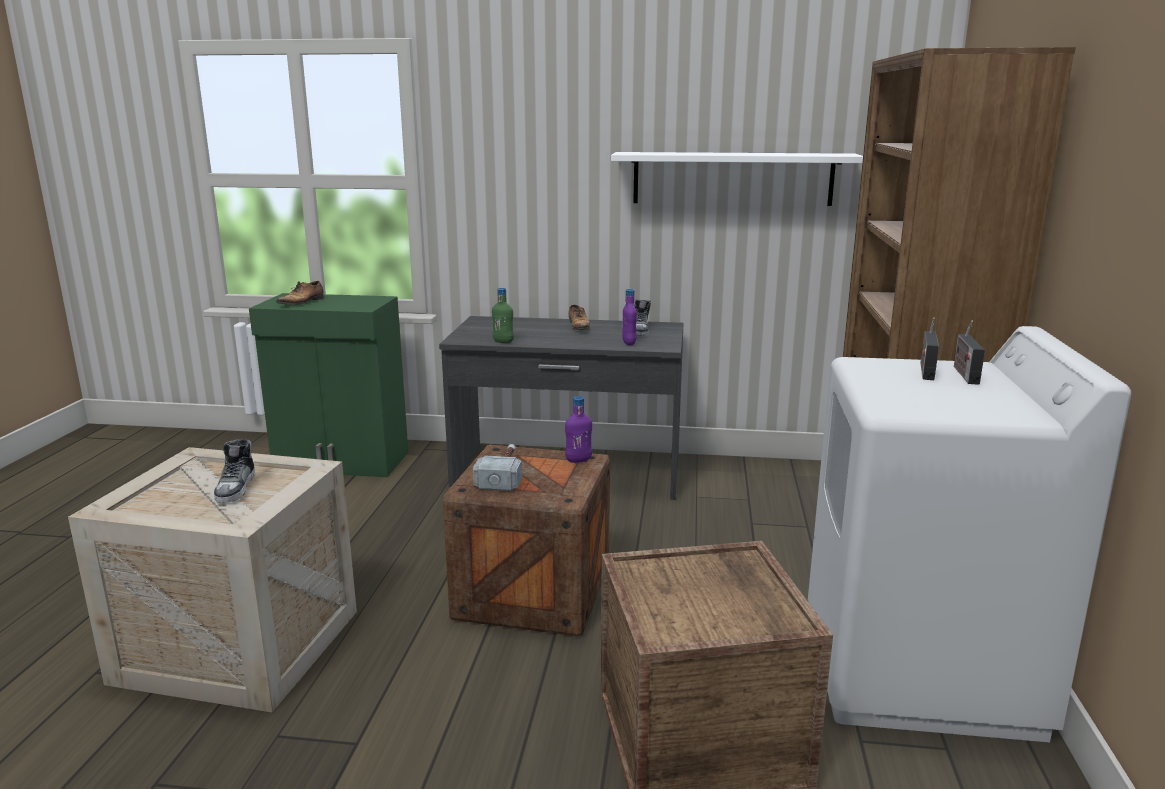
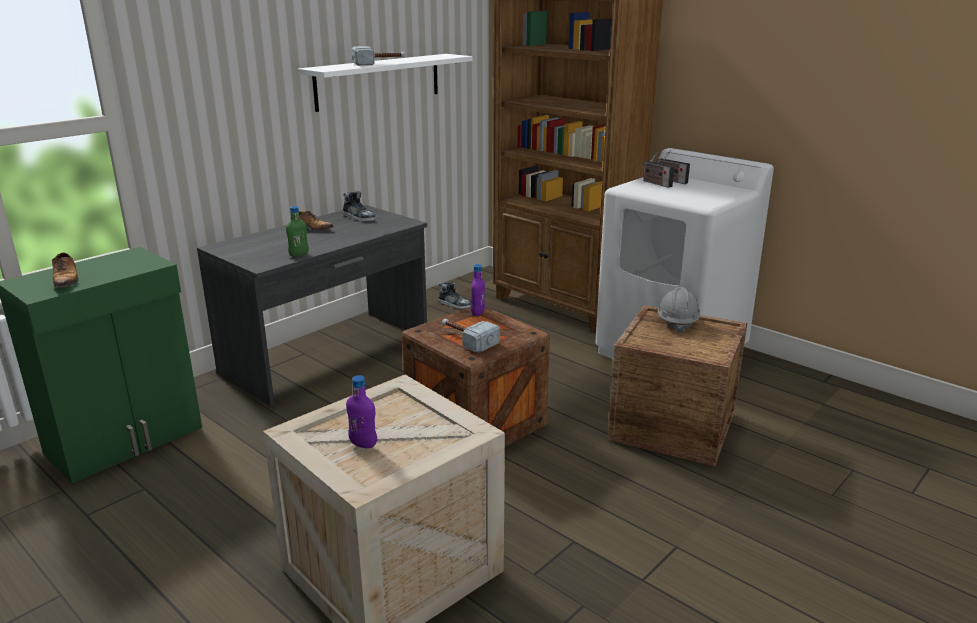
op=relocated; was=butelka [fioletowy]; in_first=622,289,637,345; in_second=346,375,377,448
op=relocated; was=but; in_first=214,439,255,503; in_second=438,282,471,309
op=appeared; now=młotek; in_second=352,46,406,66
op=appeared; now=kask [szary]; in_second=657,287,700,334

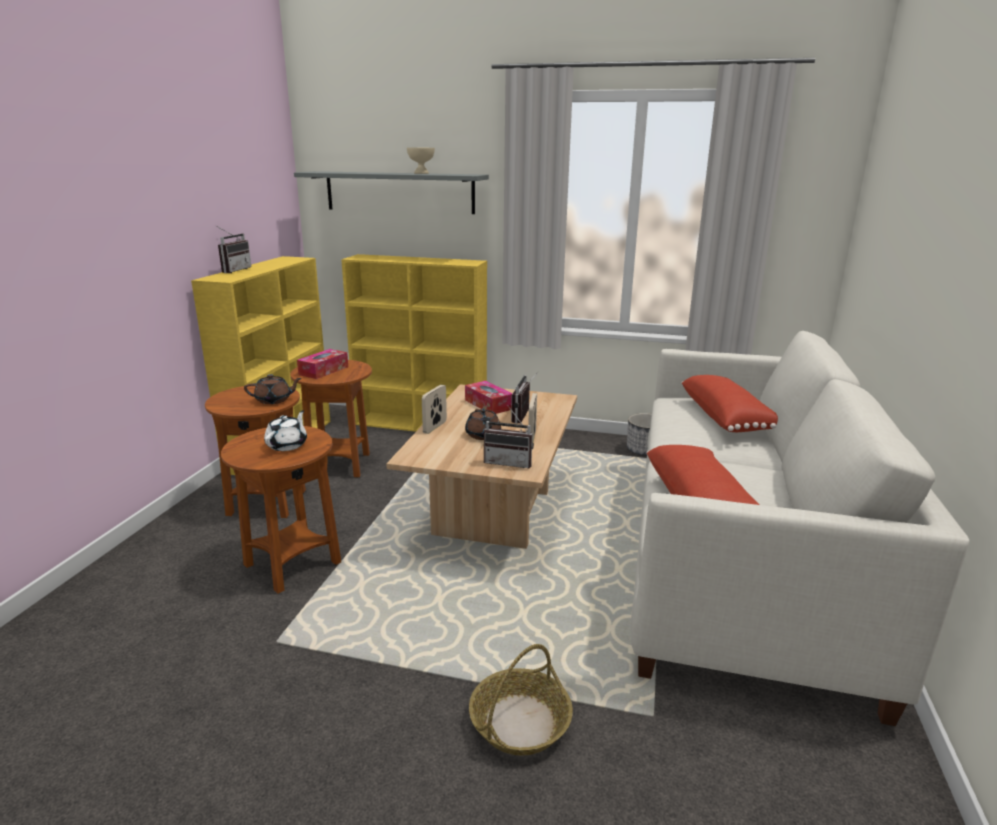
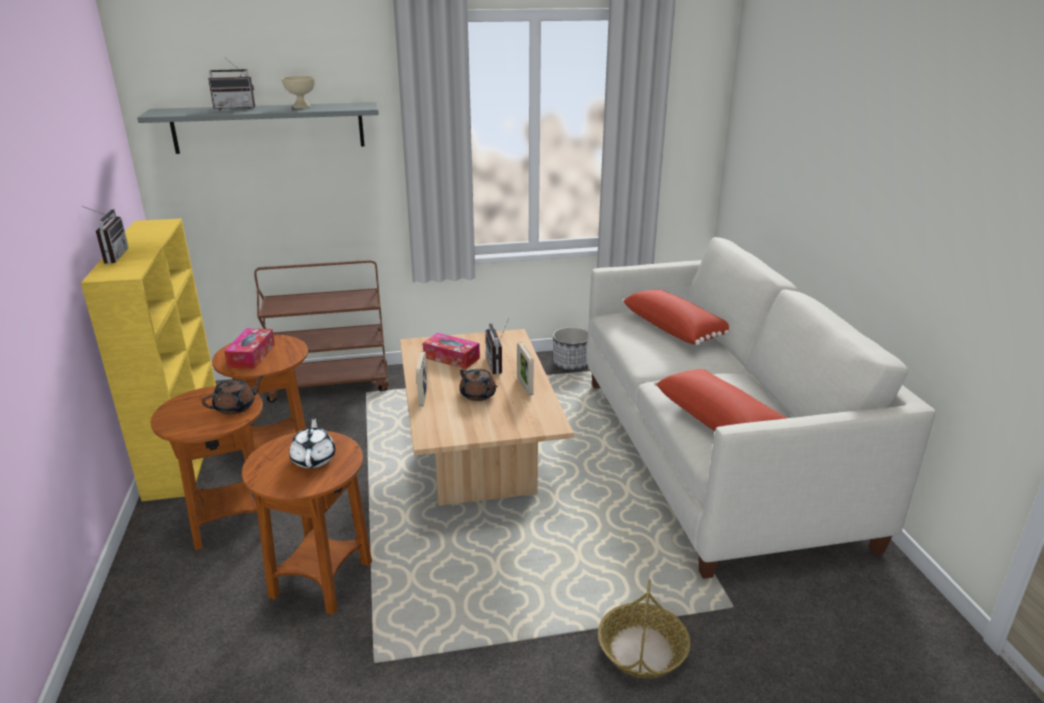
op=exchanged; was=regał [żółty]; now=wózek [brązowy]; in_first=341,254,487,432; in_second=254,260,389,402
op=relocated; was=radio; in_first=484,405,534,468; in_second=208,57,255,110

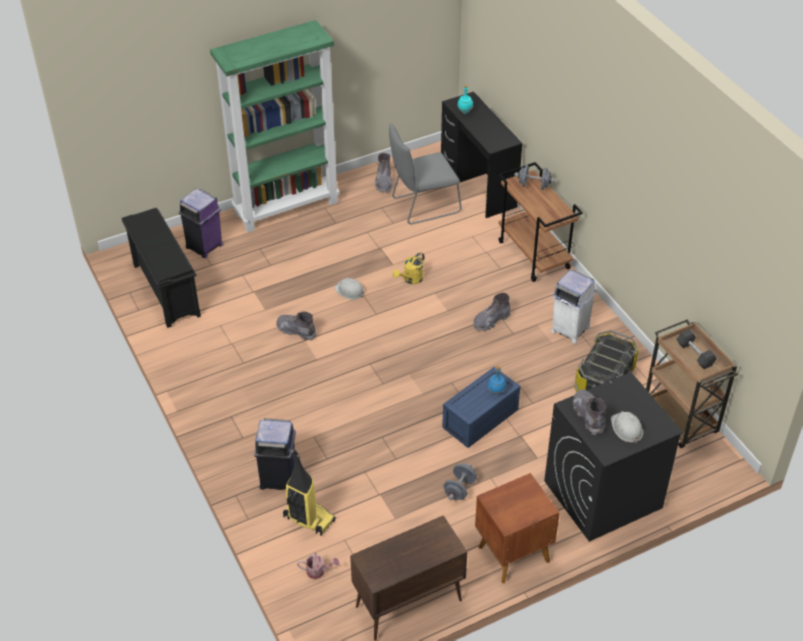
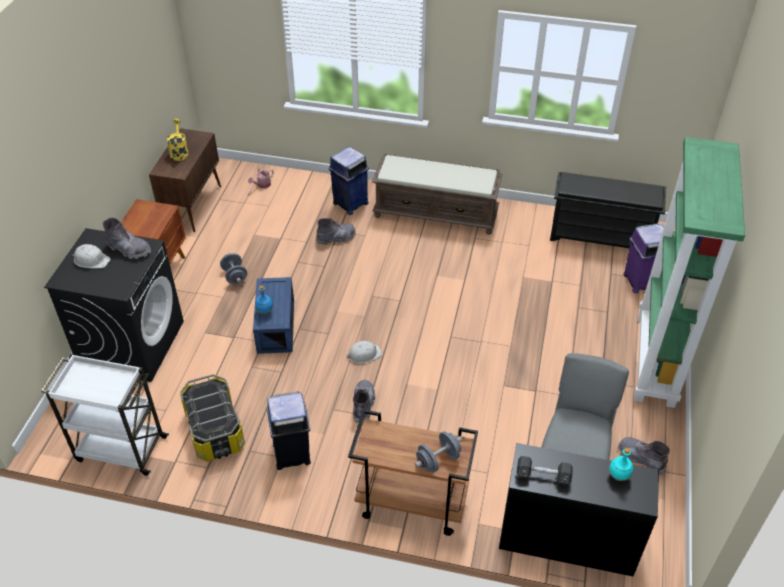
op=relocated; was=konewka [żółty]; in_first=392,252,424,284; in_second=167,119,189,161
op=colour; was=kosz na śmieci [biały]; now=kosz na śmieci [niebieski]; in_first=551,270,596,344; in_second=267,391,311,470
op=relocated; was=kask [biały]; in_first=334,278,365,300; in_second=347,341,382,364
op=relocated; was=but z cholewką [szary]; in_first=276,311,316,341; in_second=316,218,356,245
op=colour; was=wózek [brązowy]; now=wózek [biały]; in_first=646,319,738,448; in_second=41,354,169,476
op=relocated; was=hantel [czarny]; in_first=677,329,717,369; in_second=517,456,573,485
op=missing; was=odkurzacz; in_first=283,448,336,536
op=appeared; now=ławka [brązowy]; in_second=372,153,502,235

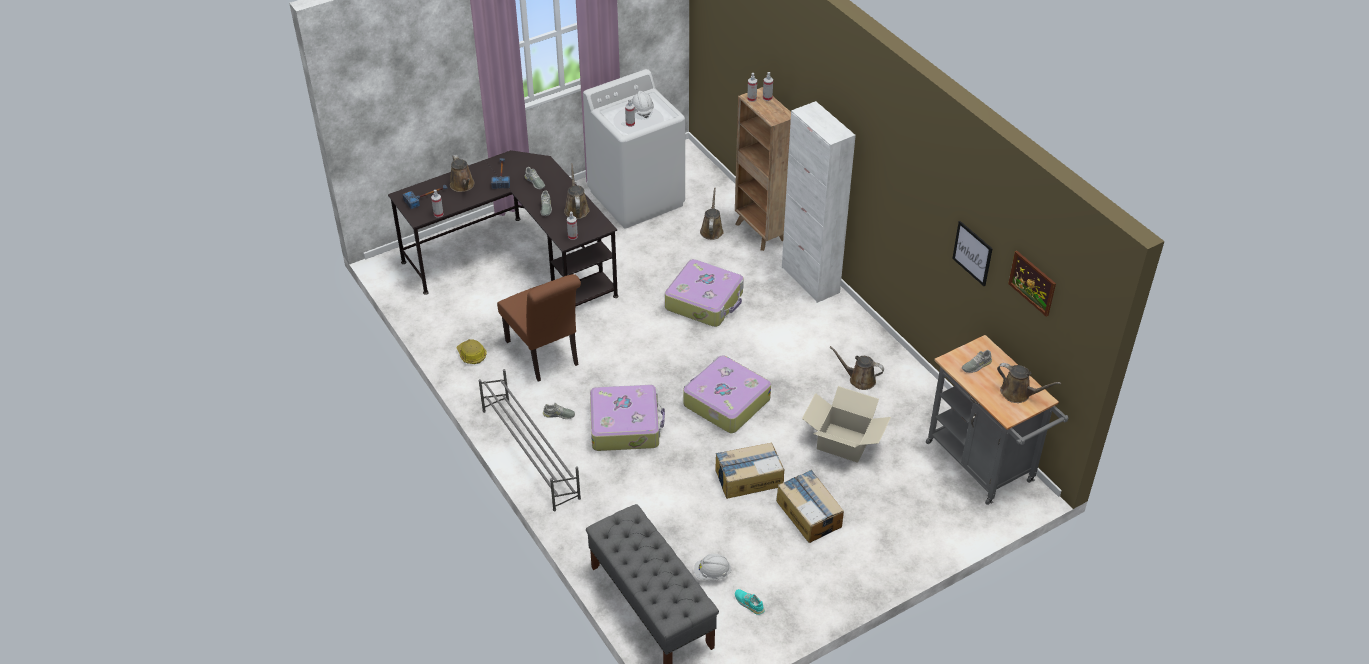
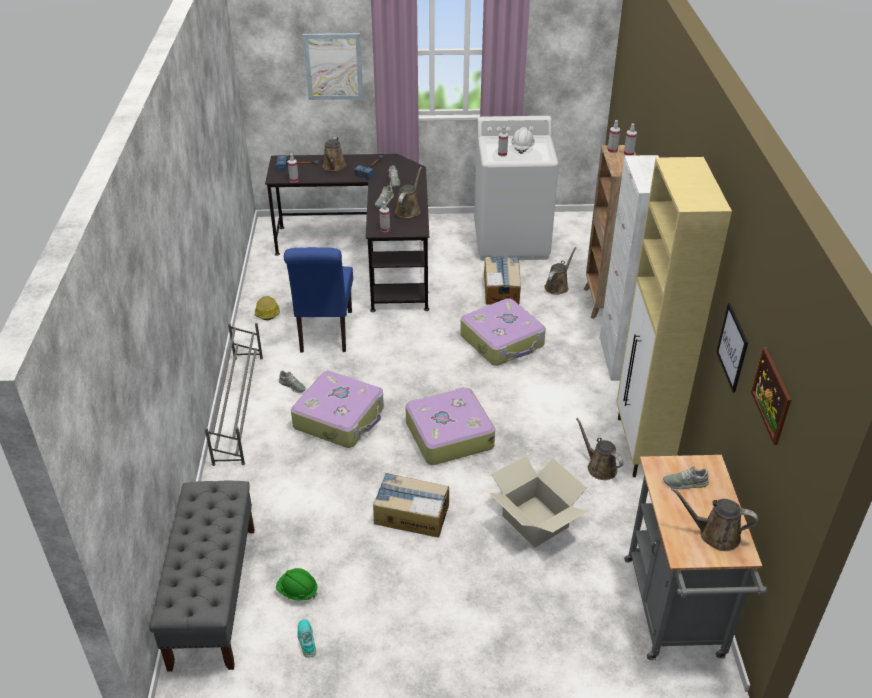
op=colour; was=krzesło [brązowy]; now=krzesło [niebieski]; in_first=497,274,581,382; in_second=284,247,353,353
op=spun; was=konewka [brązowy]; in_first=997,363,1061,403; in_second=671,488,758,551; clockwise=135
op=relocated; was=karton; in_first=776,470,844,543; in_second=484,256,521,304
op=colour; was=kask [biały]; now=kask [zielony]; in_first=694,554,731,581; in_second=276,568,318,601
op=appeared; now=obraz; in_second=303,33,363,100
op=appeared; now=szafka [beżowy]; in_second=616,157,732,477

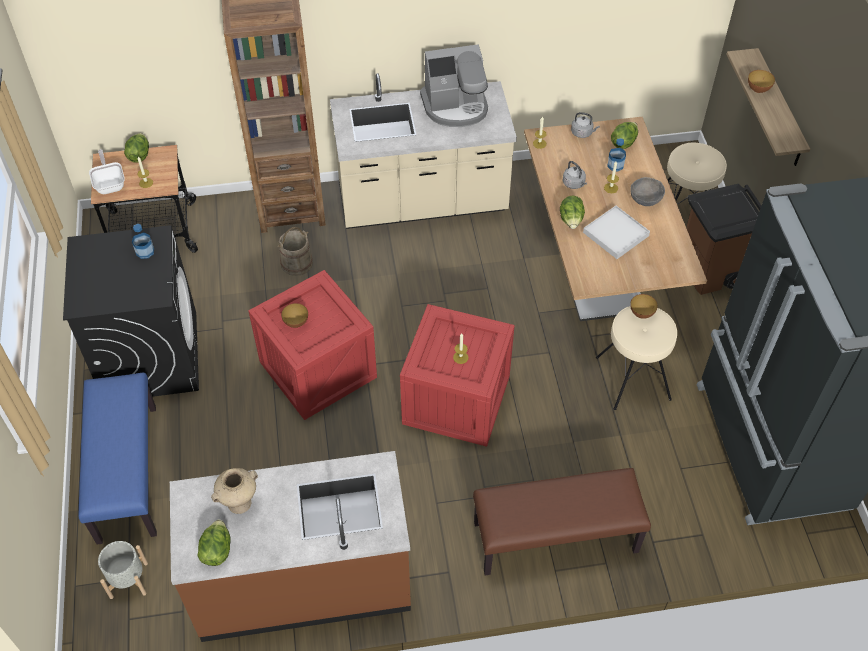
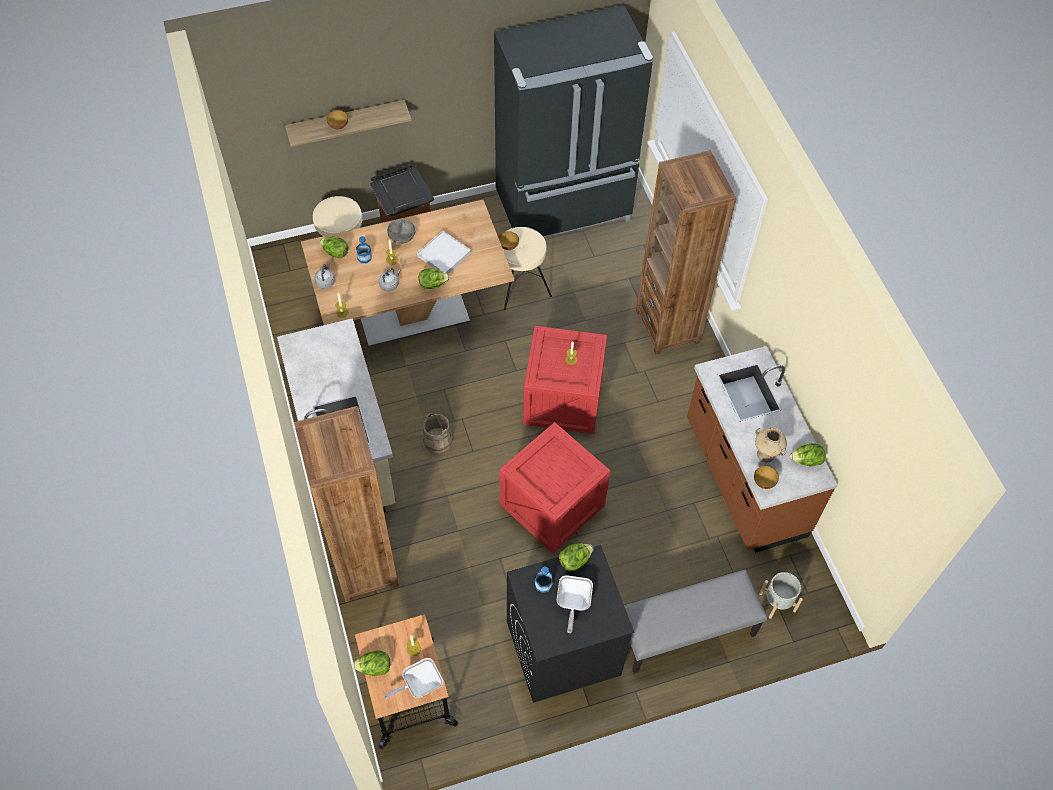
op=missing; was=ekspres do kawy; in_first=420,44,488,127
op=relocated; was=wiadro [beżowy]; in_first=278,227,313,276; in_second=423,413,452,453
op=relocated; was=miska; in_first=281,303,308,328; in_second=754,466,779,489
op=colour; was=ławka [niebieski]; now=ławka [szary]; in_first=78,373,157,545; in_second=624,570,767,673
op=exchanged; was=ławka [brązowy]; now=regał [brązowy]; in_first=473,468,651,575; in_second=636,150,736,355
op=appeared; now=sałata; in_second=559,543,594,571
op=appeared; now=patelnia; in_second=557,575,593,633

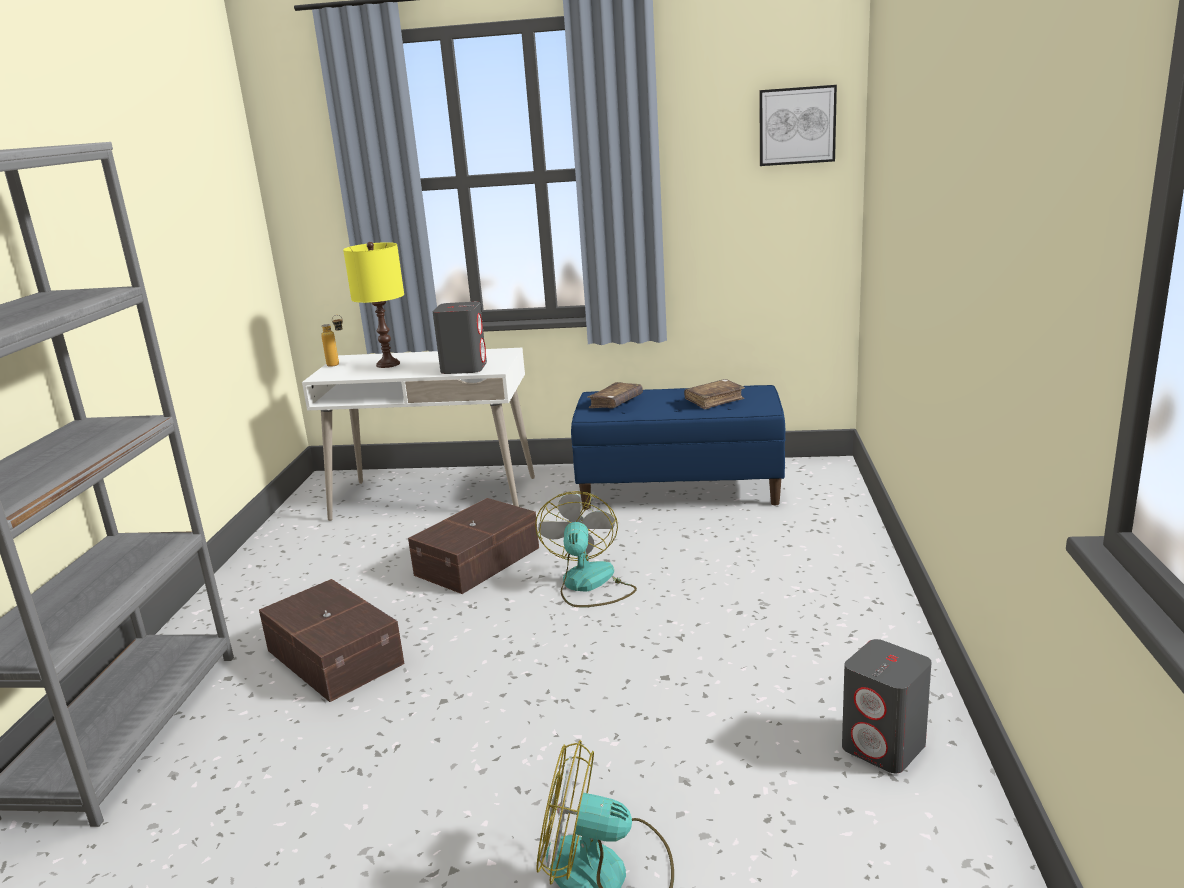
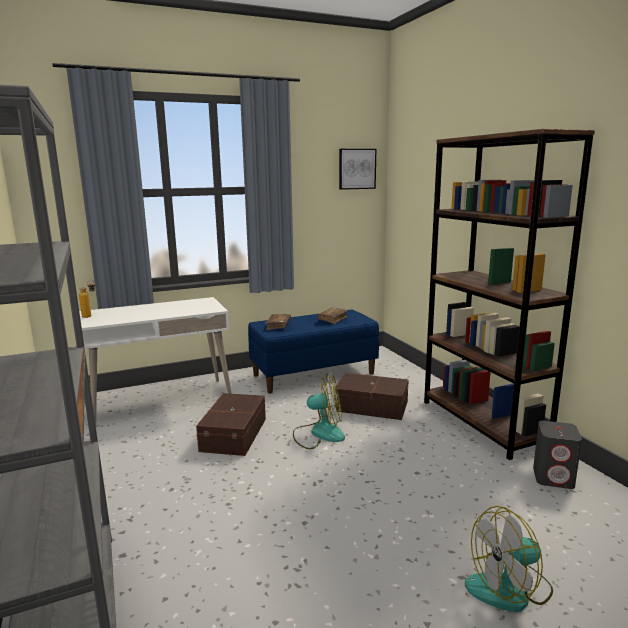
op=missing; was=lampa stołowa [żółty]; in_first=343,242,404,368
op=missing; was=głośnik [szary]; in_first=432,302,487,374
op=spun; was=wentylator; in_first=535,491,637,607; in_second=293,374,345,449; clockwise=120
op=relocated; was=pojemnik do przechowywania [brązowy]; in_first=259,579,405,702; in_second=335,373,408,420
op=appeared; now=regał [brązowy]; in_second=424,129,595,460

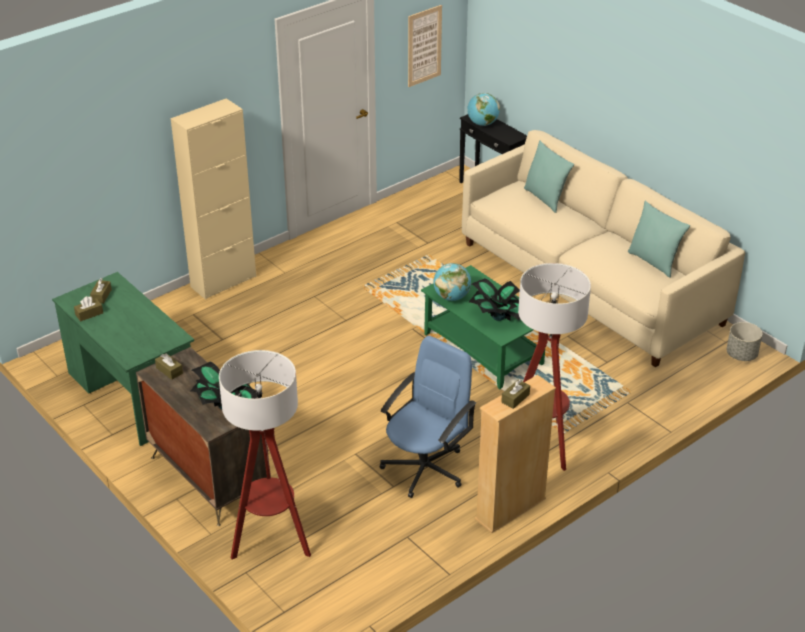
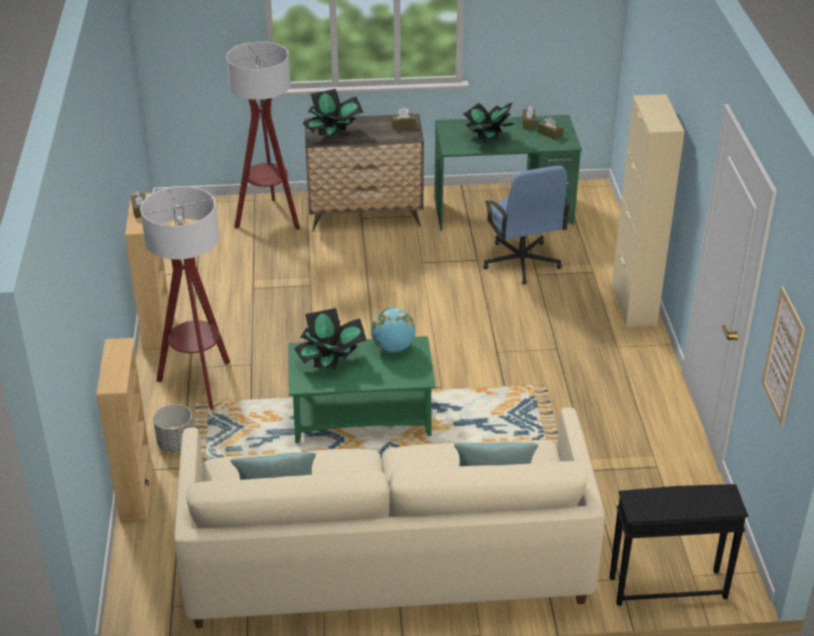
op=missing; was=globus; in_first=467,93,500,126
op=relocated; was=donica [szary]; in_first=727,322,762,361; in_second=153,404,193,452
op=relocated; was=krzesło biurowe [niebieski]; in_first=379,336,476,498; in_second=483,166,571,285
op=appeared; now=roślina doniczkowa; in_second=463,103,515,142
op=appeared; now=regał [beżowy]; in_second=96,338,153,521

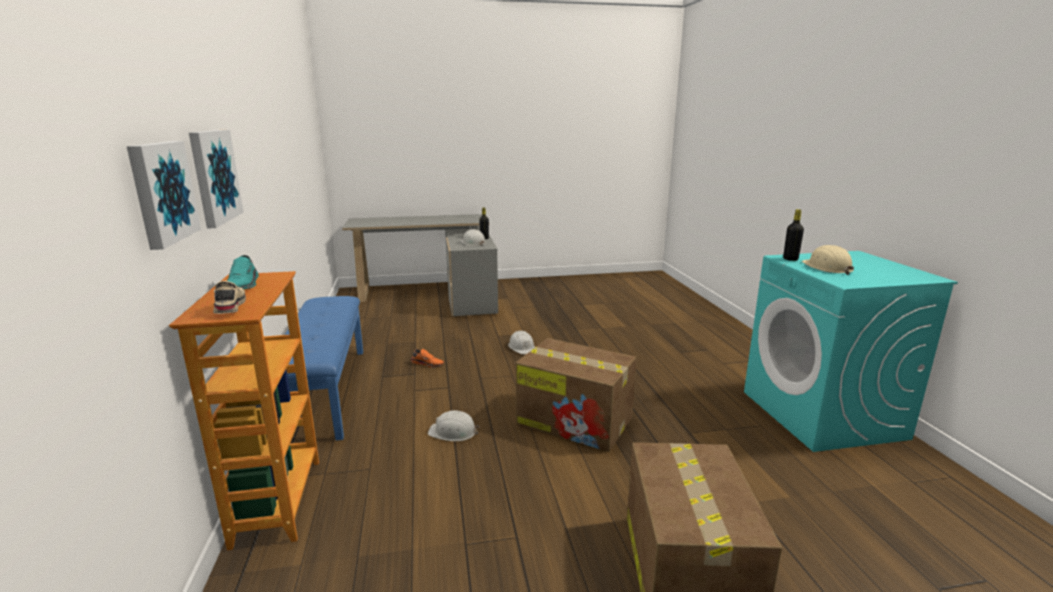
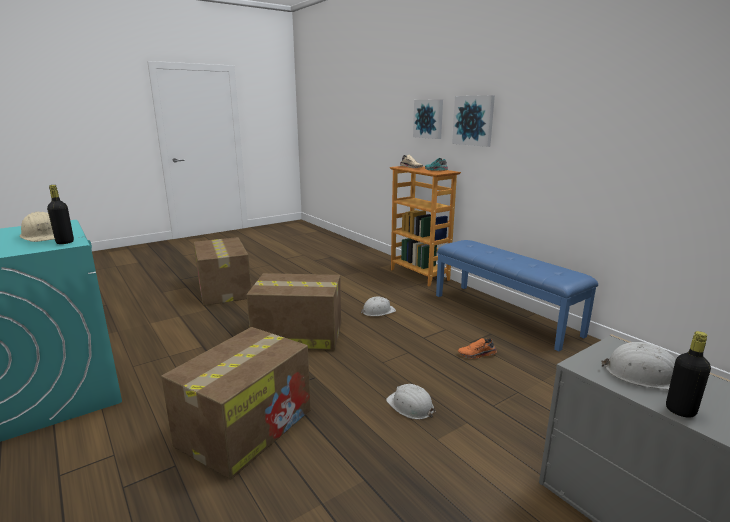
op=appeared; now=karton; in_second=161,327,311,480

